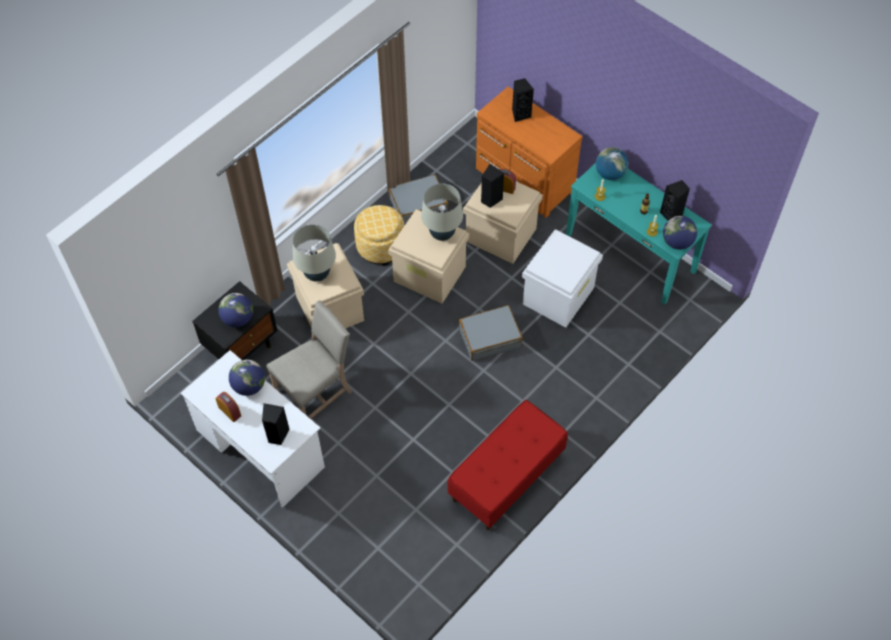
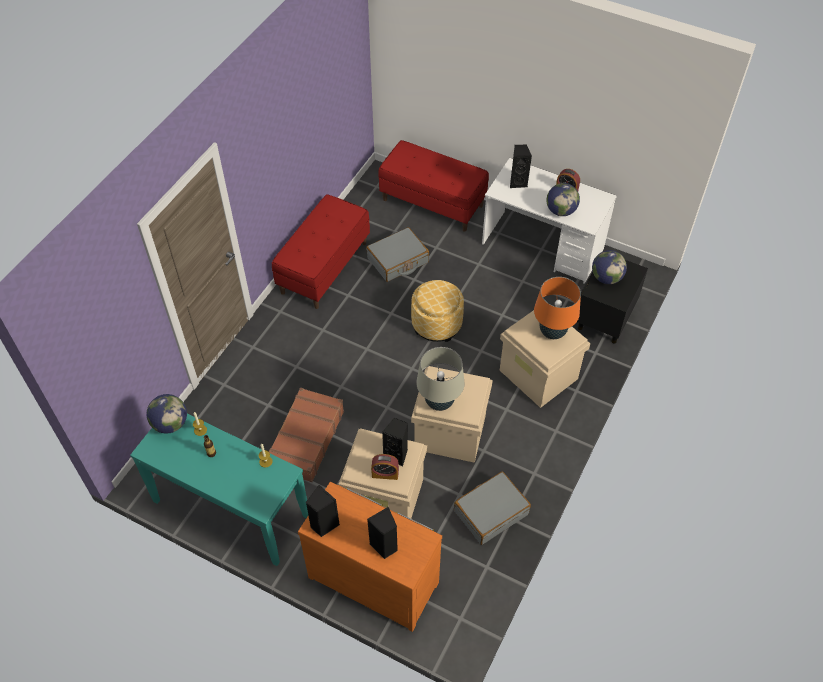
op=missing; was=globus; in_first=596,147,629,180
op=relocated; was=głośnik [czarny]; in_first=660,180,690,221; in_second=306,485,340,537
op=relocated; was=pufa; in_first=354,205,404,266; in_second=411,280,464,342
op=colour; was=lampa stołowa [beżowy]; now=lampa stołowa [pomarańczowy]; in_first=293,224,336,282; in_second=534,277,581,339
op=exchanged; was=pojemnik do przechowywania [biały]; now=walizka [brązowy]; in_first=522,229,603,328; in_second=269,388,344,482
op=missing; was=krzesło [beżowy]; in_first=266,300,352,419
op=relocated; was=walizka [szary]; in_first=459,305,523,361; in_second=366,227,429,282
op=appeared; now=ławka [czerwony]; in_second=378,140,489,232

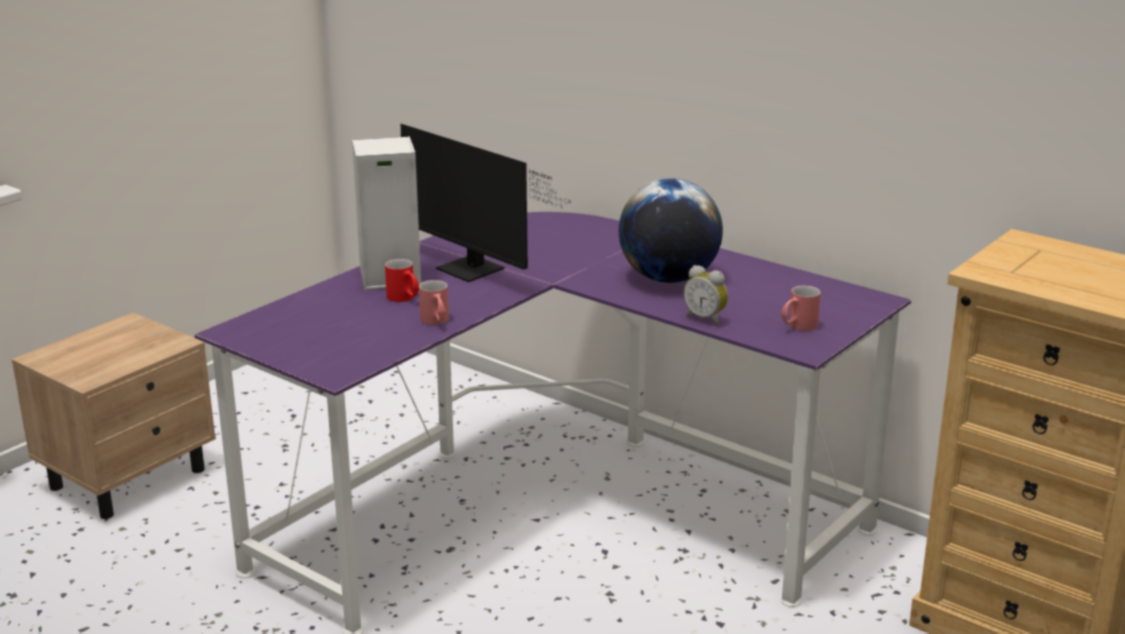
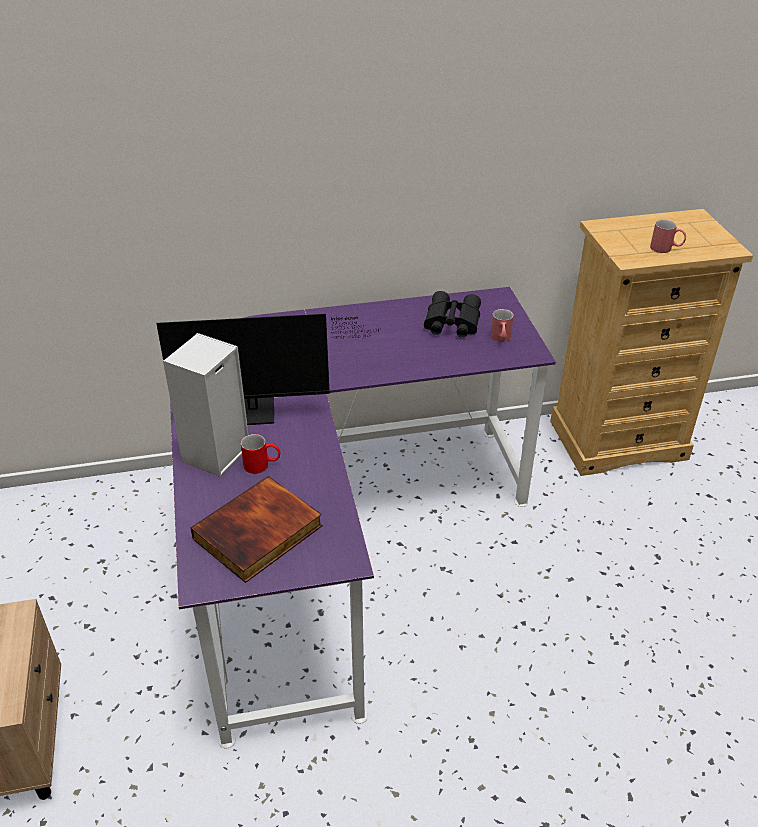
op=missing; was=globus; in_first=619,178,723,283
op=missing; was=budzik; in_first=684,265,728,325
op=relocated; was=kubek [czerwony]; in_first=419,280,449,325; in_second=650,220,686,253
op=appeared; now=lornetka [czarny]; in_second=424,291,481,338
op=appeared; now=książka; in_second=190,476,323,583

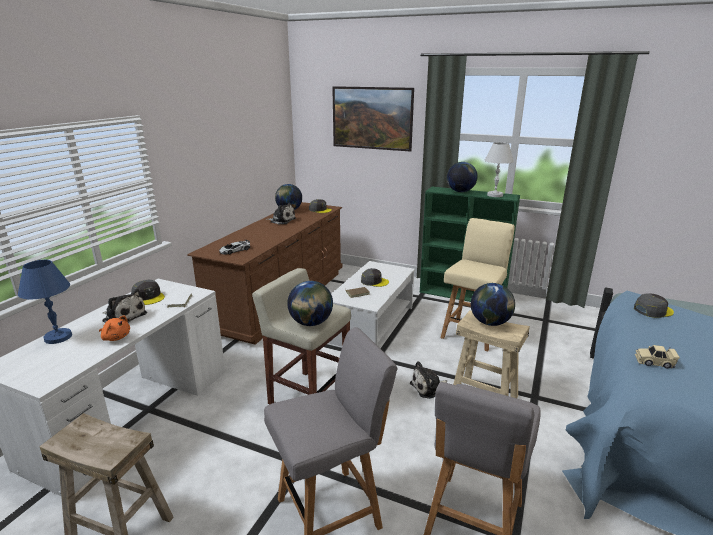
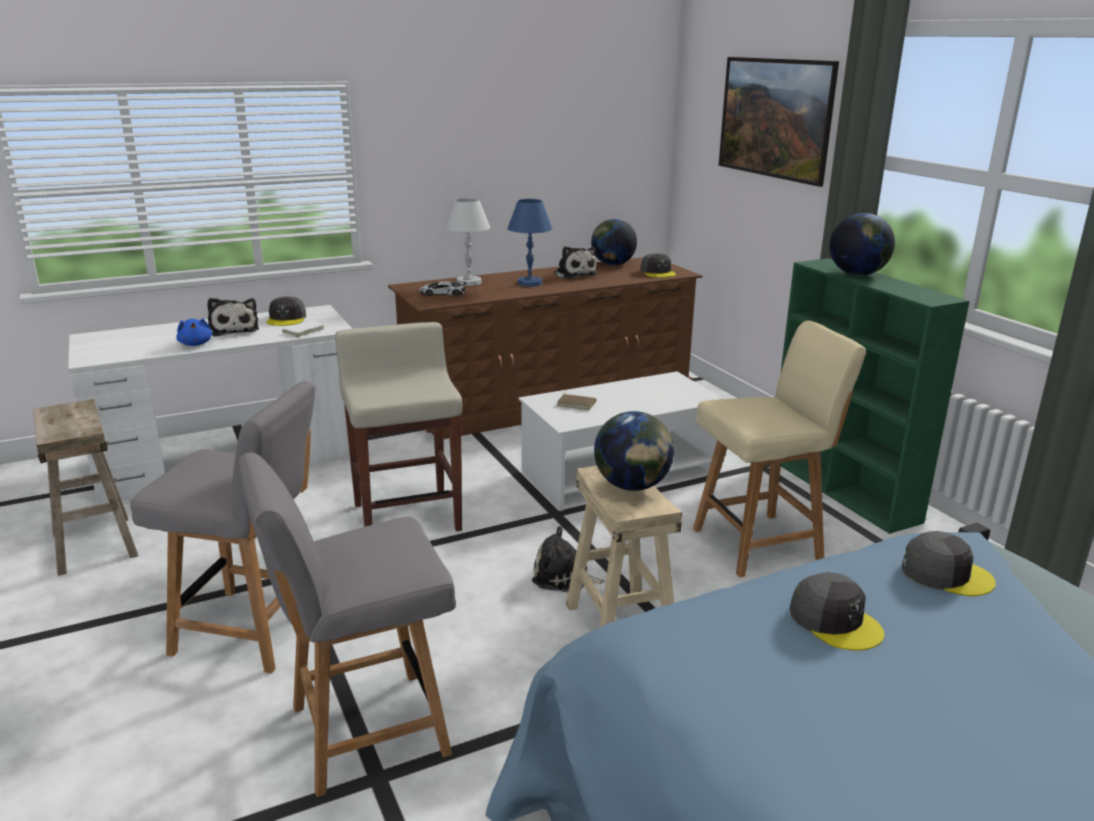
op=relocated; was=lampa stołowa [biały]; in_first=485,142,514,197; in_second=445,198,490,286
op=relocated; was=lampa stołowa [niebieski]; in_first=18,260,72,344; in_second=507,199,552,287
op=relocated; was=czapka z daszkiem [szary]; in_first=361,268,389,287; in_second=789,572,884,651
op=missing; was=globus; in_first=287,281,333,326
op=colour; was=pluszak [pomarańczowy]; now=pluszak [niebieski]; in_first=99,315,130,341; in_second=176,319,212,346
op=missing; was=samochodzik [beżowy]; in_first=635,345,680,369

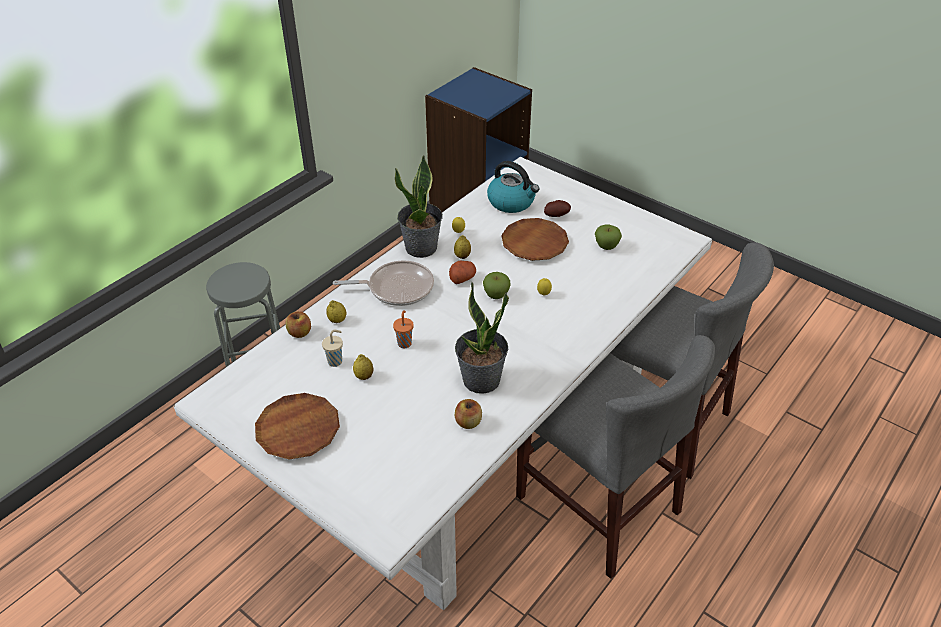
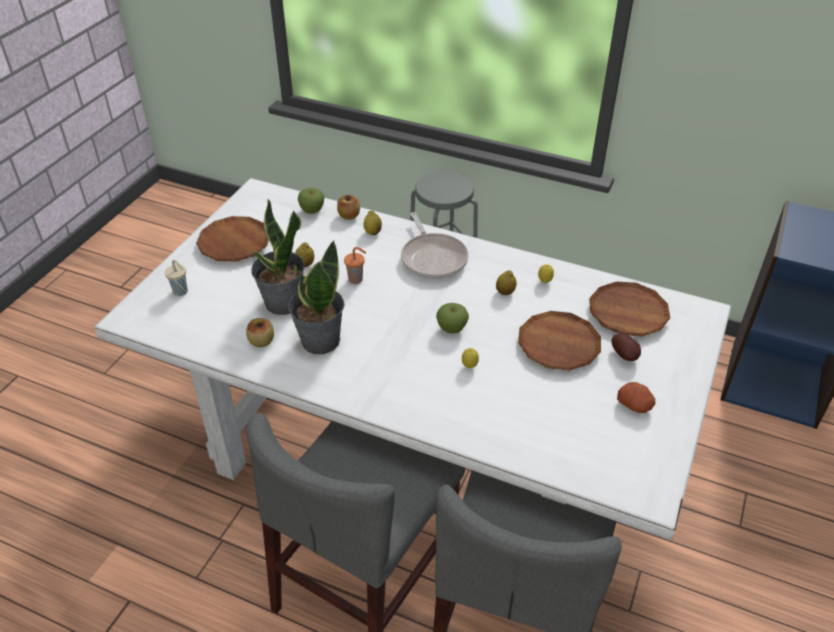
op=relocated; was=roślina doniczkowa; in_first=395,155,443,258; in_second=251,199,305,315
op=exchanged; was=czajnik; now=talerz [brązowy]; in_first=487,161,539,213; in_second=589,282,670,337
op=relocated; was=jabłko; in_first=595,225,622,250; in_second=298,188,325,214
op=relocated; was=ziemniak; in_first=449,260,476,284; in_second=617,382,656,413
op=relocated; was=filiżanka [beżowy]; in_first=322,330,343,367; in_second=165,260,188,296

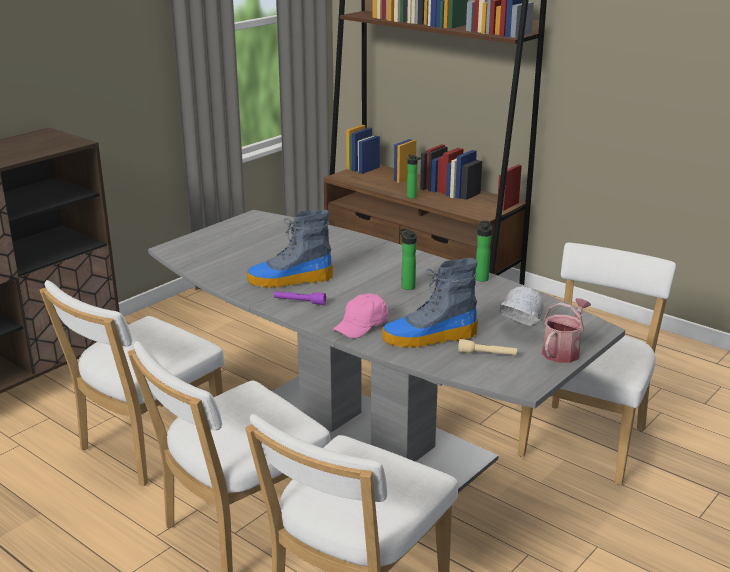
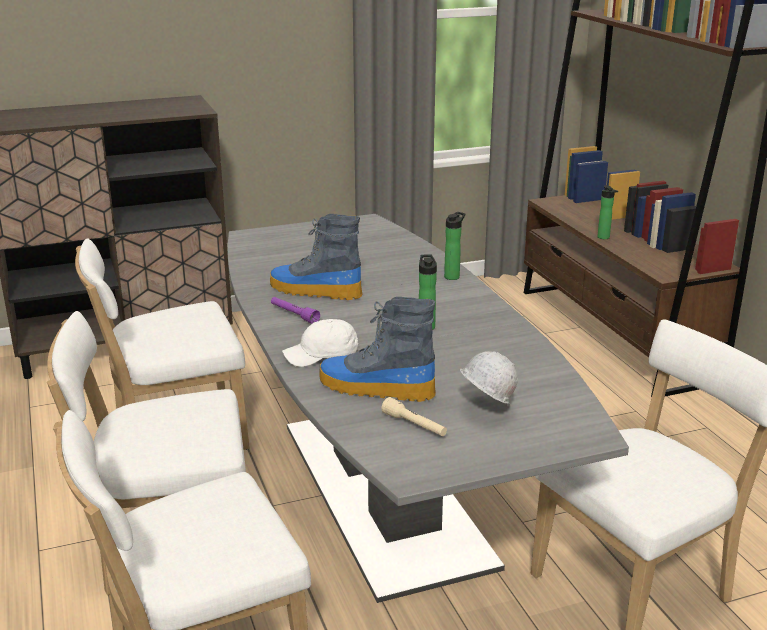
op=relocated; was=butelka; in_first=475,221,492,282; in_second=444,212,465,280
op=colour; was=czapka z daszkiem [różowy]; now=czapka z daszkiem [biały]; in_first=333,293,388,339; in_second=282,319,358,367
op=missing; was=konewka; in_first=542,298,591,363

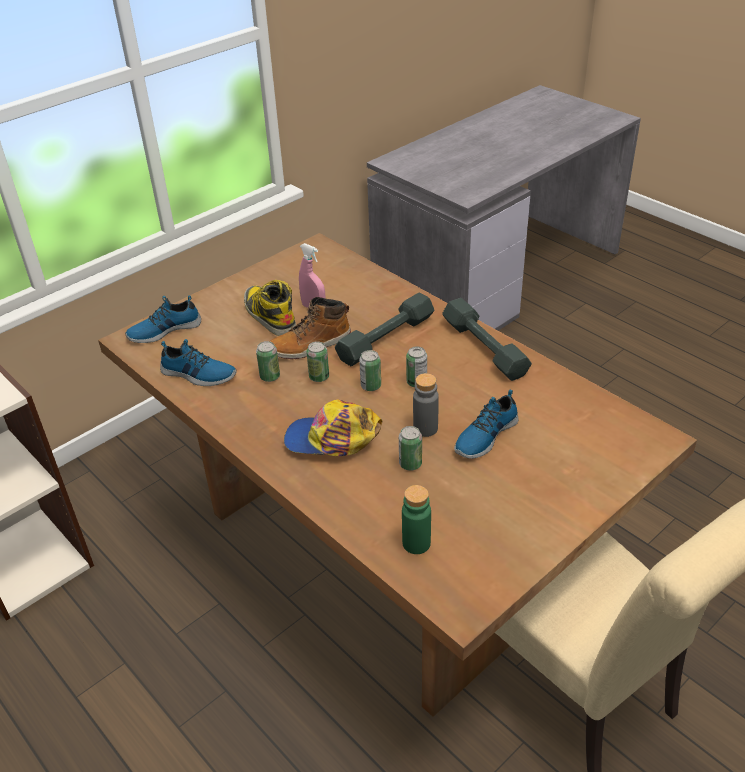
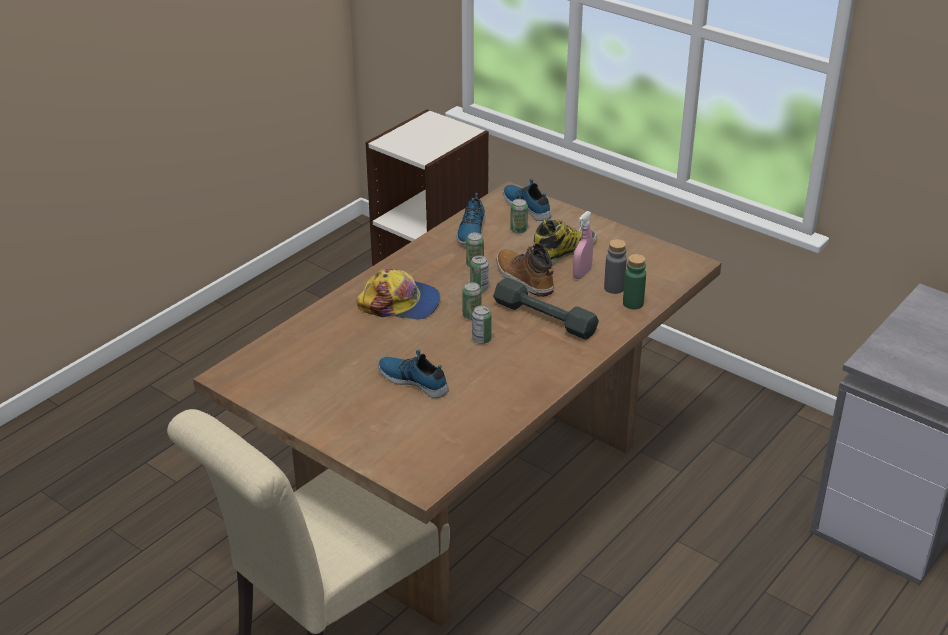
op=missing; was=hantel [szary]; in_first=442,298,532,381
op=relocated; was=butelka [szary]; in_first=413,373,439,437; in_second=604,239,627,294
op=spun; was=czapka z daszkiem; in_first=284,399,382,456; in_second=356,269,440,320; clockwise=105
op=relocated; was=puszka; in_first=399,426,422,471; in_second=510,199,528,233
op=relocated; was=butelka [zielony]; in_first=402,485,431,554; in_second=623,254,646,309

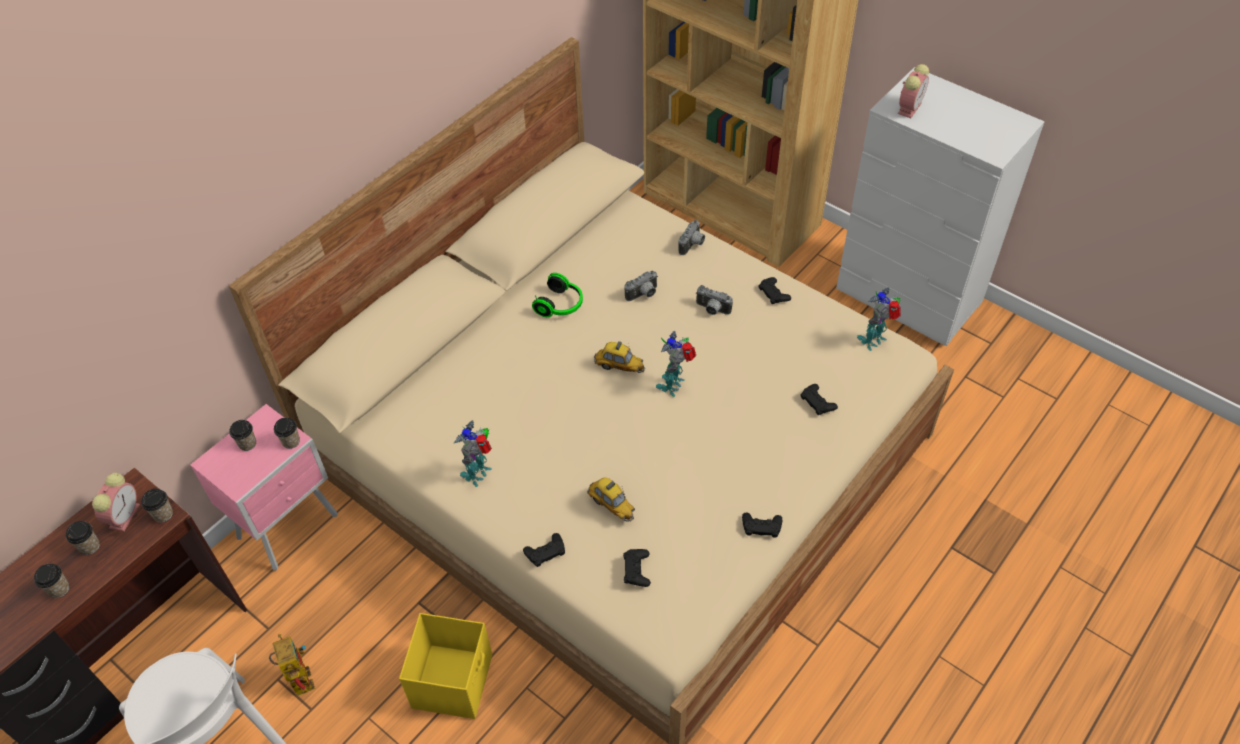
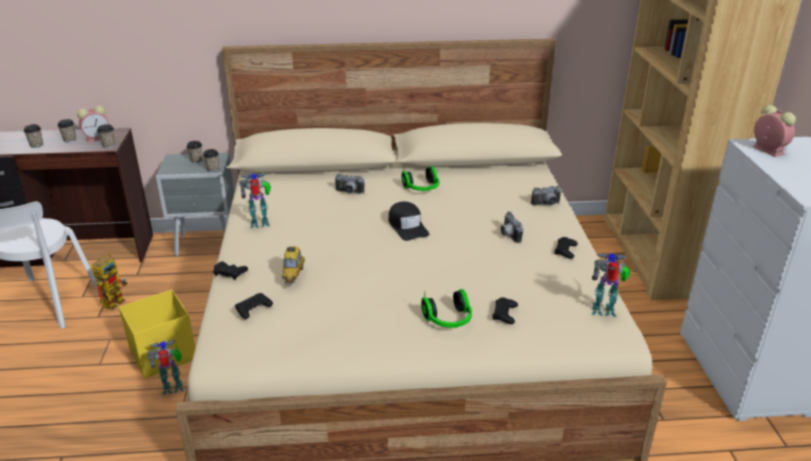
op=spun; was=budzik; in_first=898,64,929,118; in_second=753,105,796,157; clockwise=-105
op=relocated; was=aparat fotograficzny; in_first=625,271,658,301; in_second=334,174,364,193
op=relocated; was=robot zabawkowy; in_first=656,331,696,397; in_second=147,340,184,395
op=exchanged; was=samochodzik; now=czapka z daszkiem [czarny]; in_first=594,341,645,373; in_second=389,202,429,241
op=colour; was=szafka nocna [różowy]; now=szafka nocna [szary]; in_first=191,404,337,570; in_second=156,153,234,257
op=missing; was=pad do gier [czarny]; in_first=742,513,782,538
op=appeared; now=słuchawki; in_second=421,289,472,328

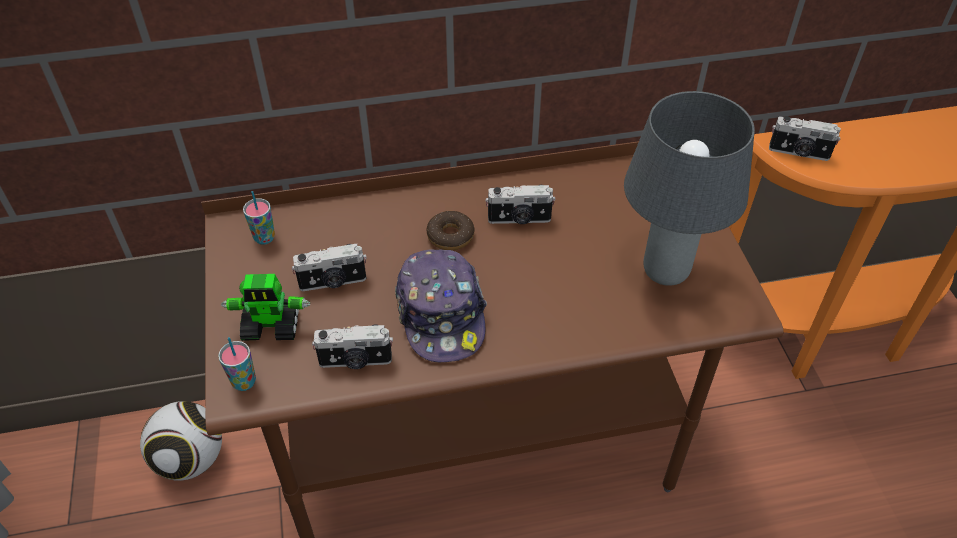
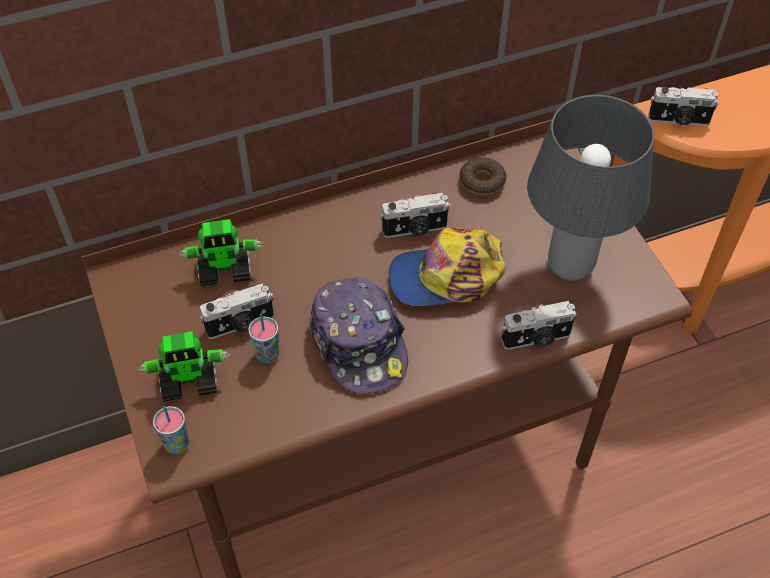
op=relocated; was=filiżanka; in_first=243,191,275,245; in_second=248,314,279,363
op=relocated; was=donut; in_first=426,211,474,250; in_second=459,157,506,197
op=relocated; was=aparat fotograficzny; in_first=312,324,393,369; in_second=501,301,577,350
op=missing; was=piłka futbolowa; in_first=140,401,222,481
op=appeared; now=robot zabawkowy; in_second=179,219,264,286
op=appeared; now=czapka z daszkiem; in_second=388,227,506,306

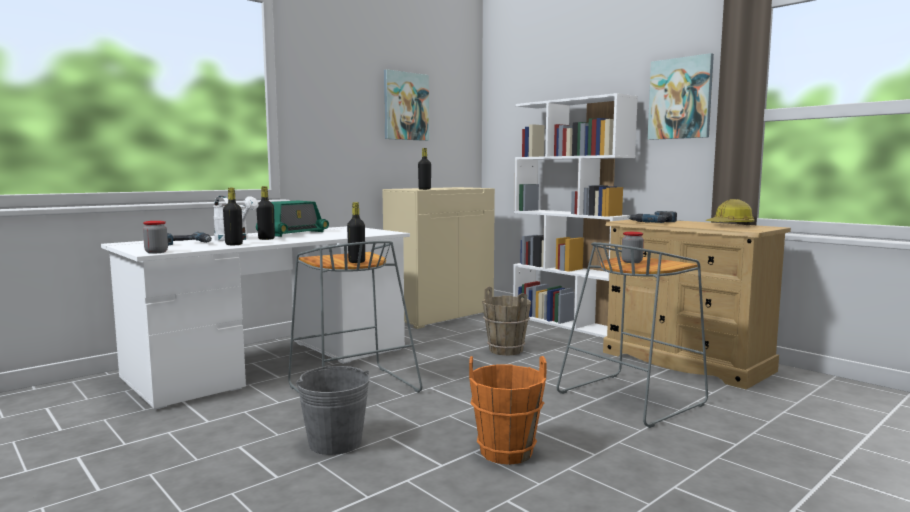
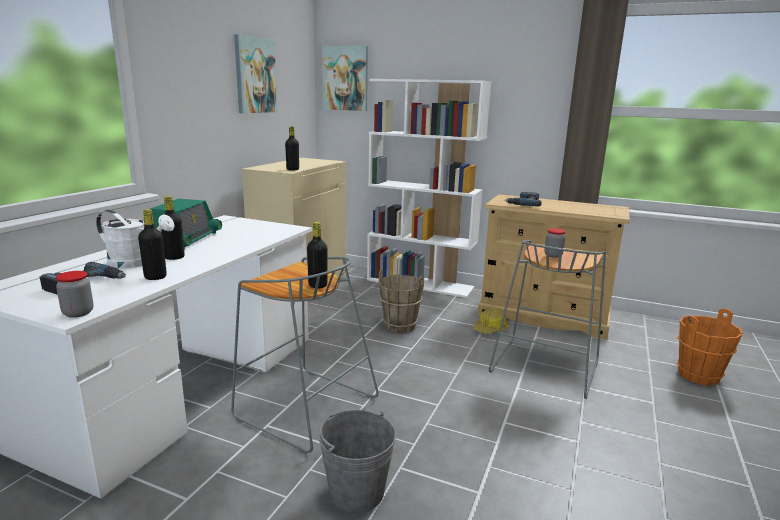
op=relocated; was=obraz; in_first=648,53,714,140; in_second=322,45,368,111
op=relocated; was=kask; in_first=705,199,755,225; in_second=473,307,508,334
op=relocated; was=wiadro [pomarańczowy]; in_first=469,356,547,465; in_second=677,308,743,386

